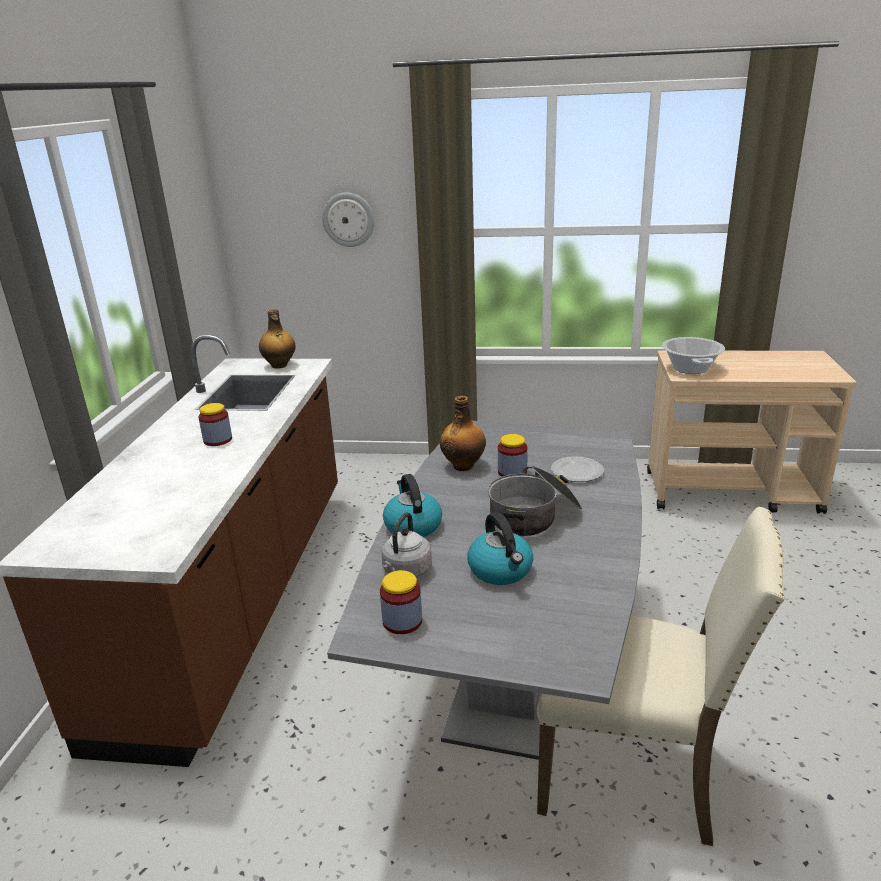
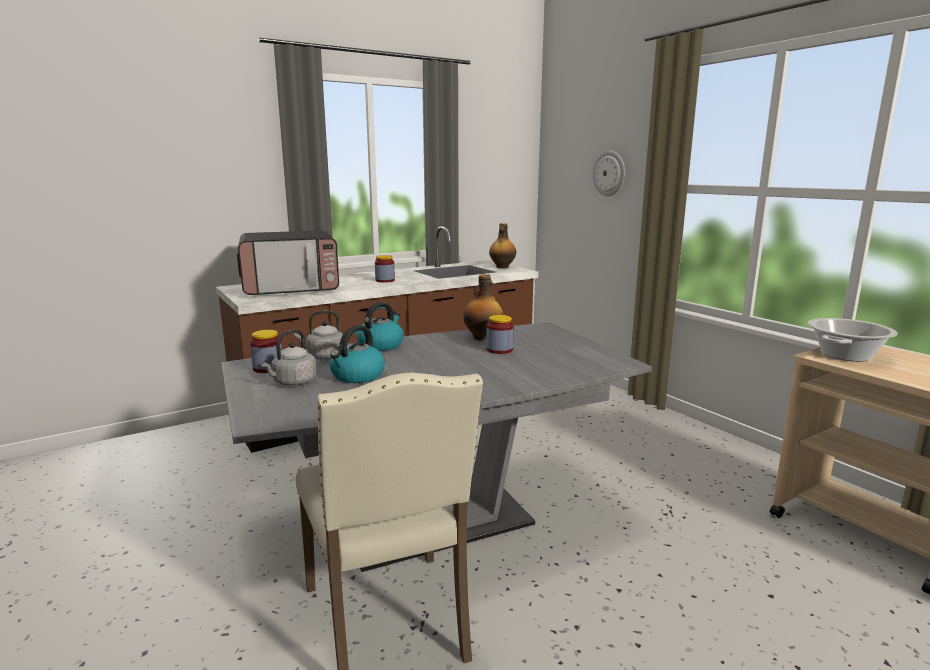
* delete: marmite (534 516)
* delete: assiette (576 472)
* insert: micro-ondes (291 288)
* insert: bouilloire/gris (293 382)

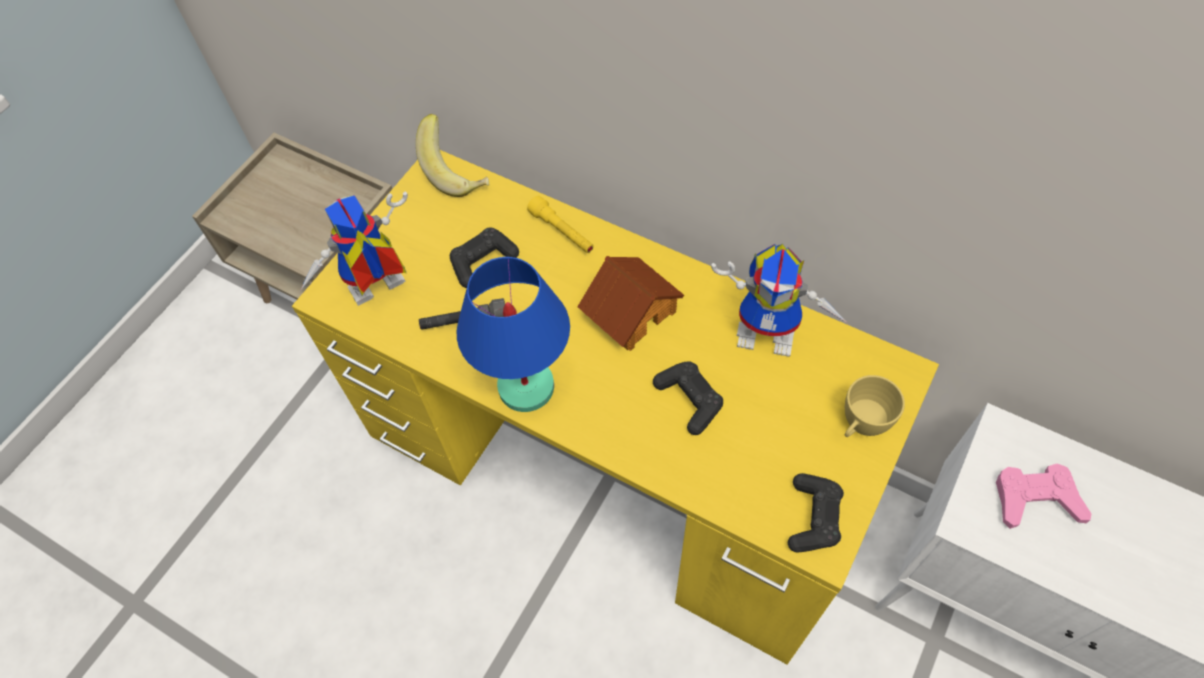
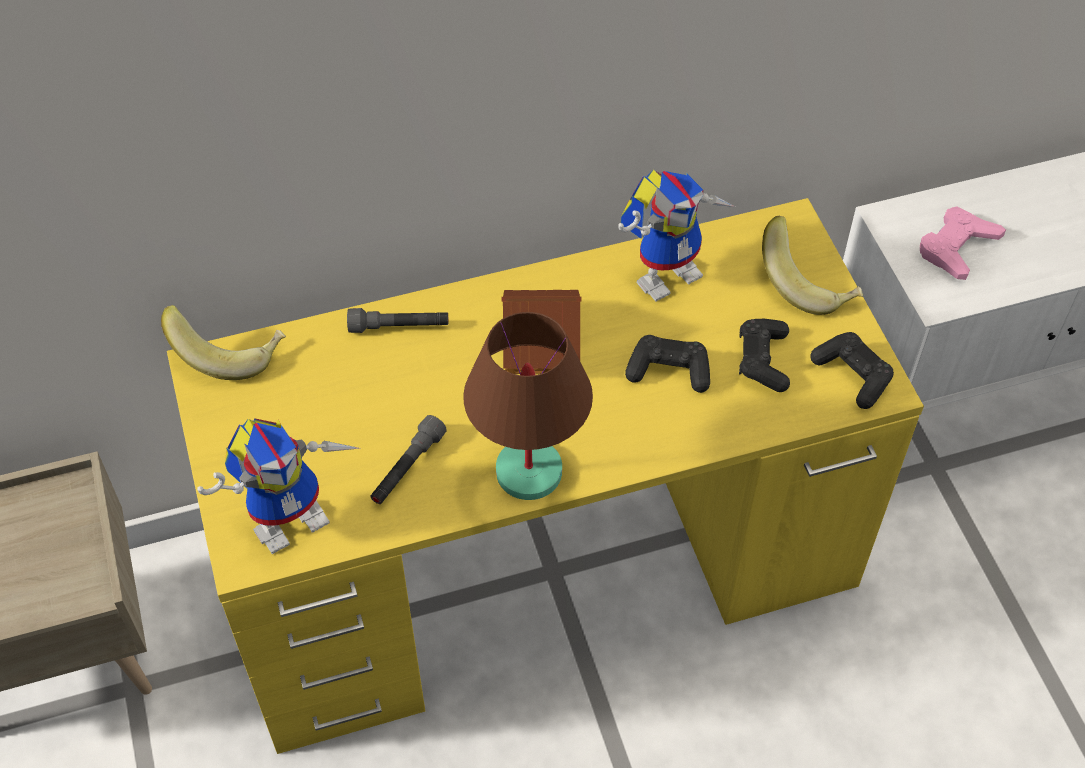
* rotate: robot jouet (376 294) = (292 515) 135 degrees counterclockwise
* move: manette/noir (483 262) to (763 360)
* recolor: lampe de table/bleu (527 386) to lampe de table/marron (529 470)
* recolor: lampe de poche/jaune (562 232) to lampe de poche/gris (399 327)
* replace: tasse/jaune (861 425) to banane (808 284)

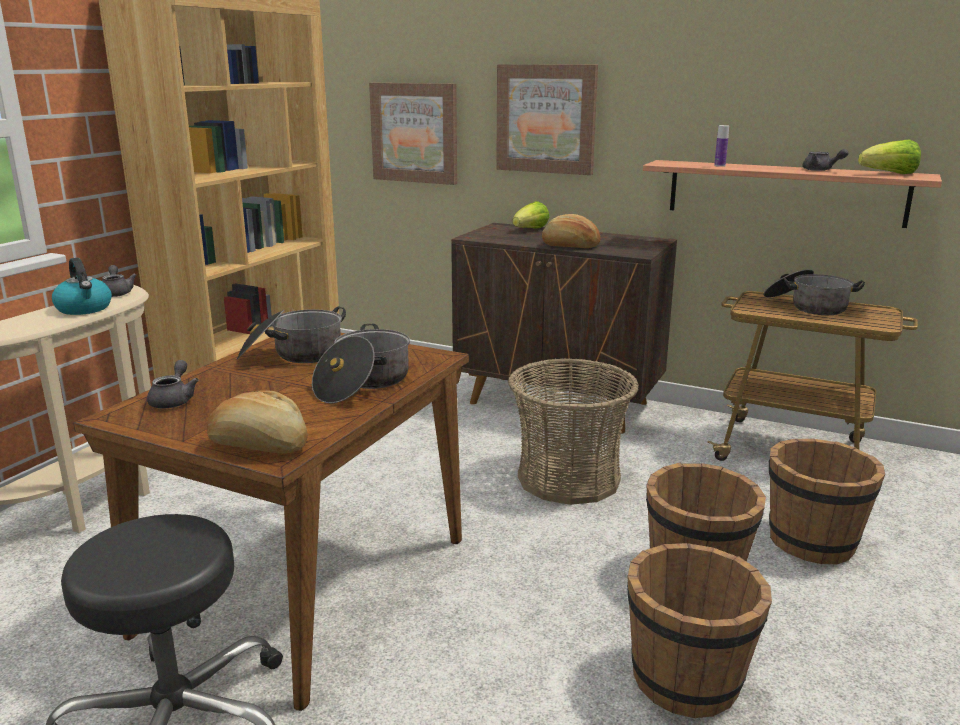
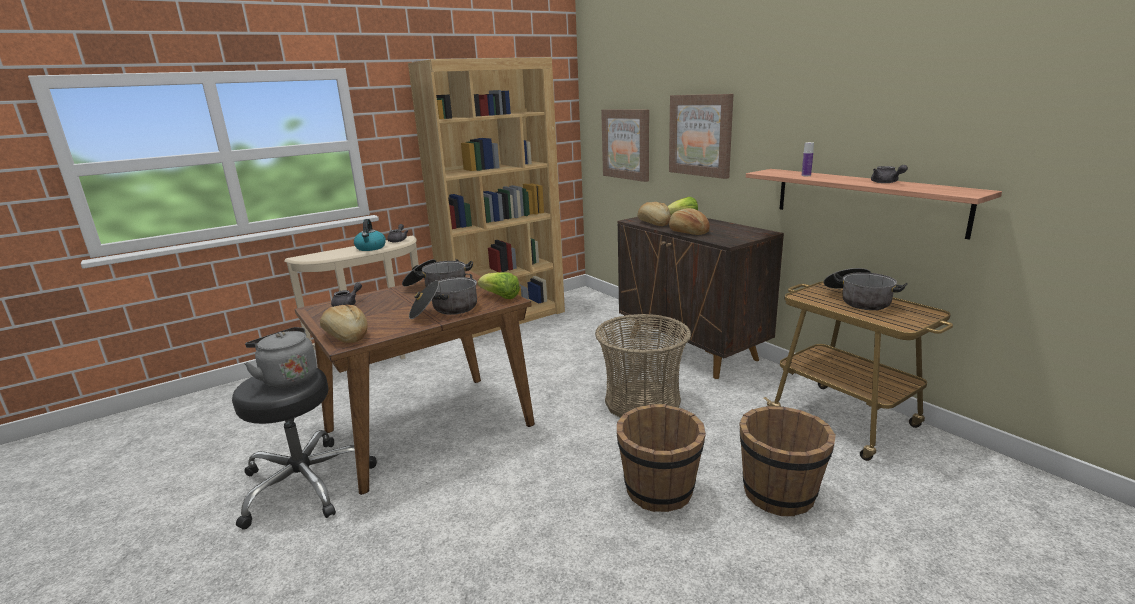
* delete: seau/marron (687 679)
* move: laitue (890 174) to (500 297)
* insert: bouilloire/gris (288 378)
* insert: pain (653 223)

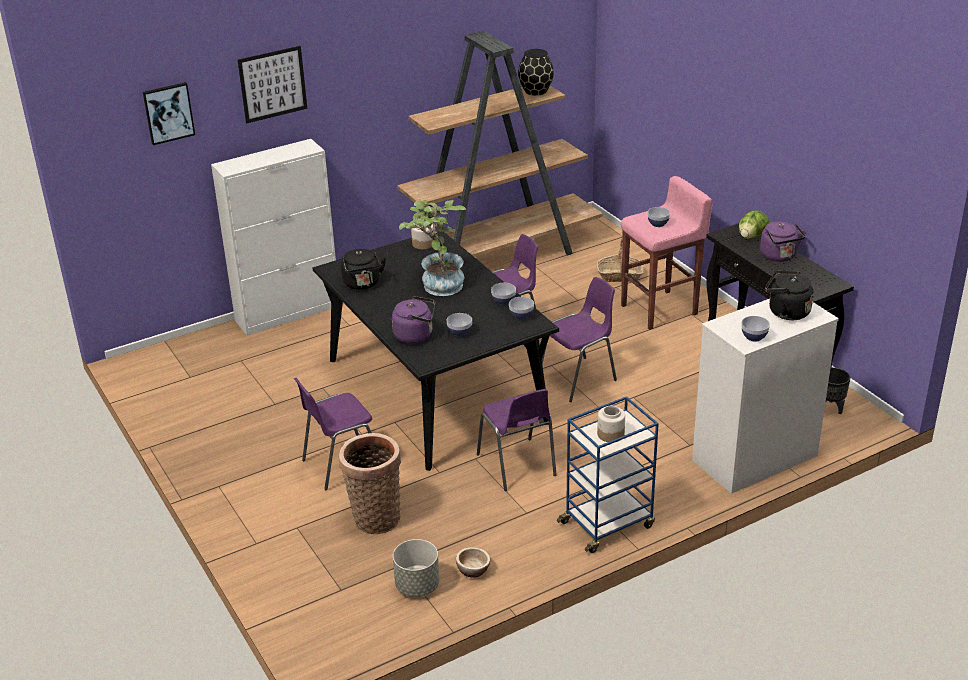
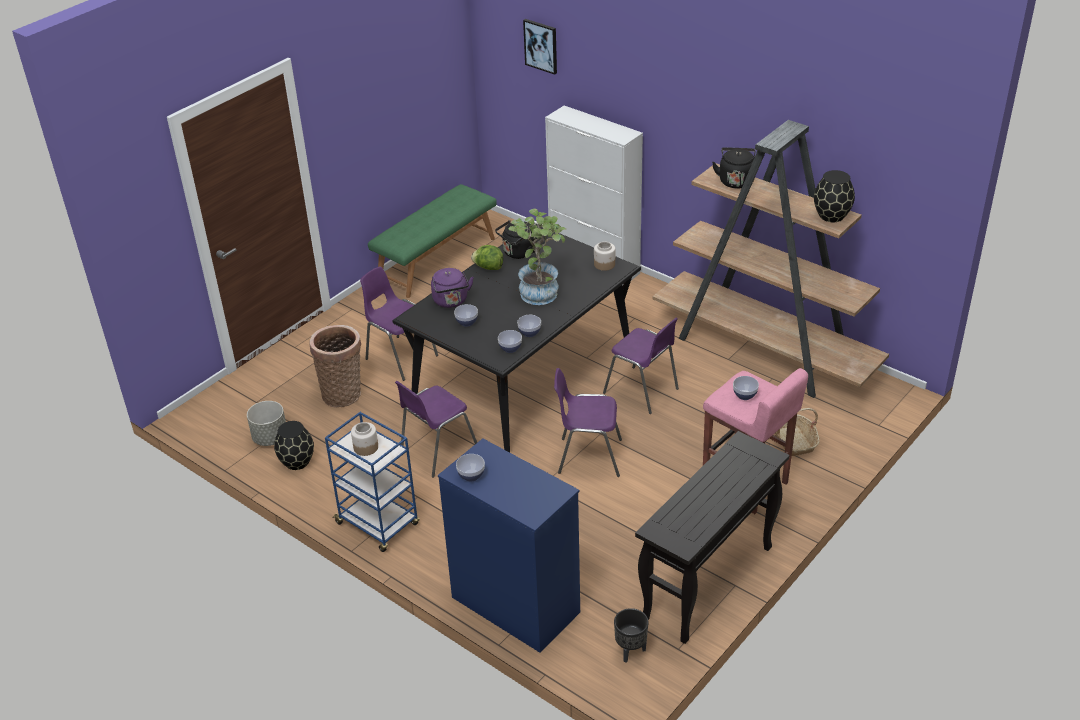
* delete: tableau (272 84)
* replace: bol (473 570) to vase/noir (297 461)
* rotate: chaise/violet (579 378) = (588 456) 150 degrees clockwise
* recolor: commode/blanc (754 458) to commode/bleu (514 604)
* move: laitue (751 236) to (488 267)
* delete: bouilloire/violet (779 256)
* move: bouilloire/noir (786 312) to (736 180)
* insert: banc/vert (436 260)

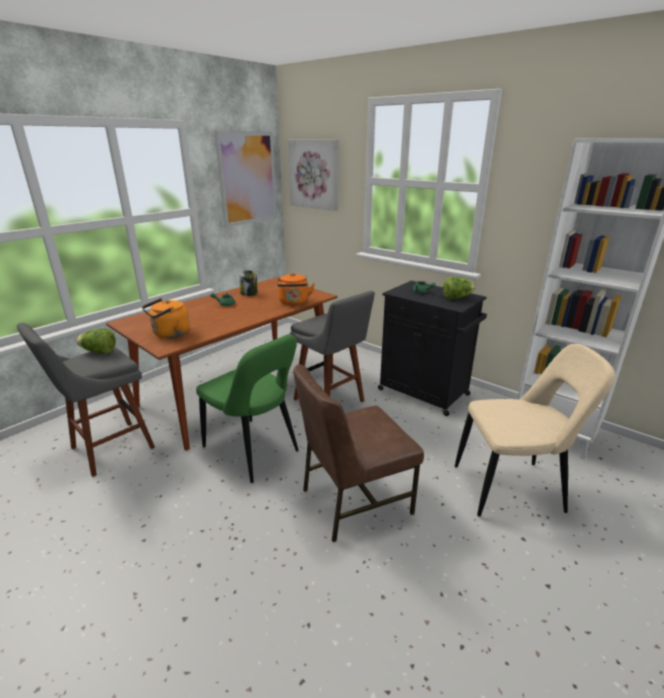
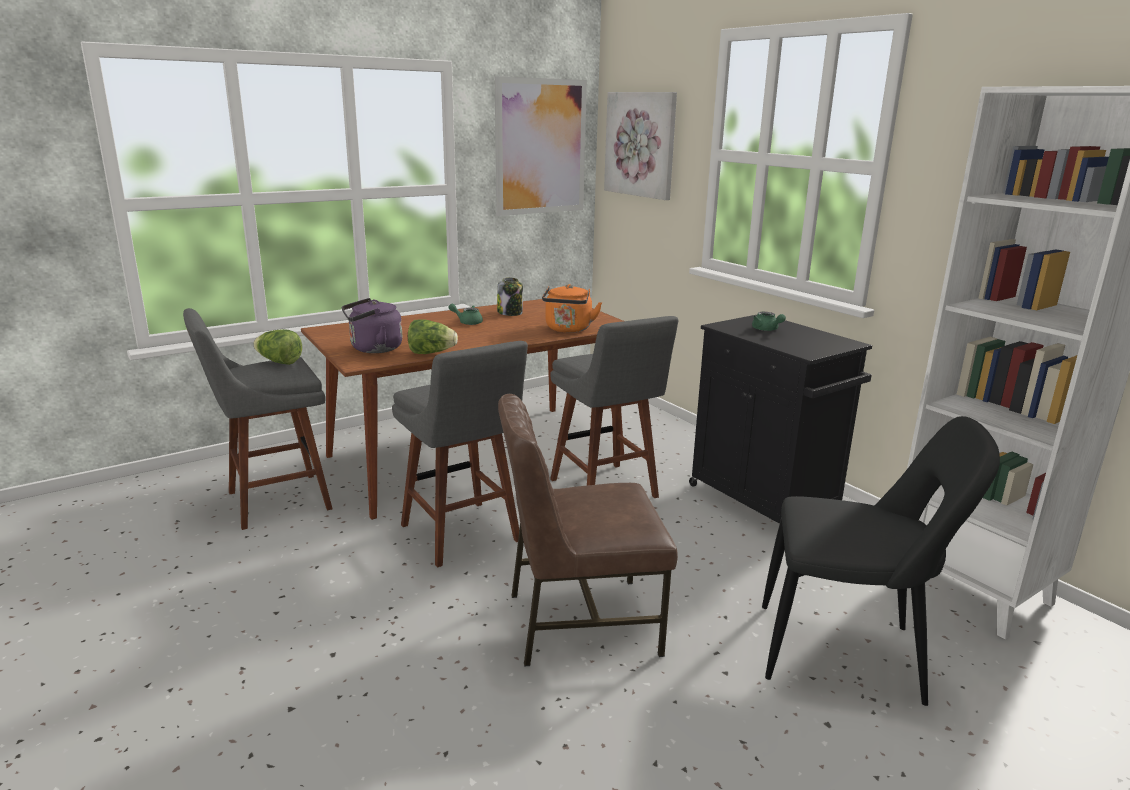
* recolor: bouilloire/orange (169 334) to bouilloire/violet (373 349)
* replace: chaise/vert (254 451) to tabouret/gris (463 536)
* move: laitue (457 298) to (431 353)
* recolor: chaise/beige (513 488) to chaise/noir (848 655)

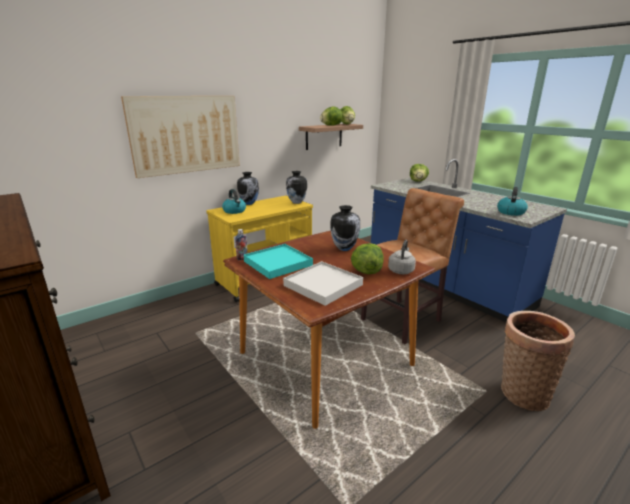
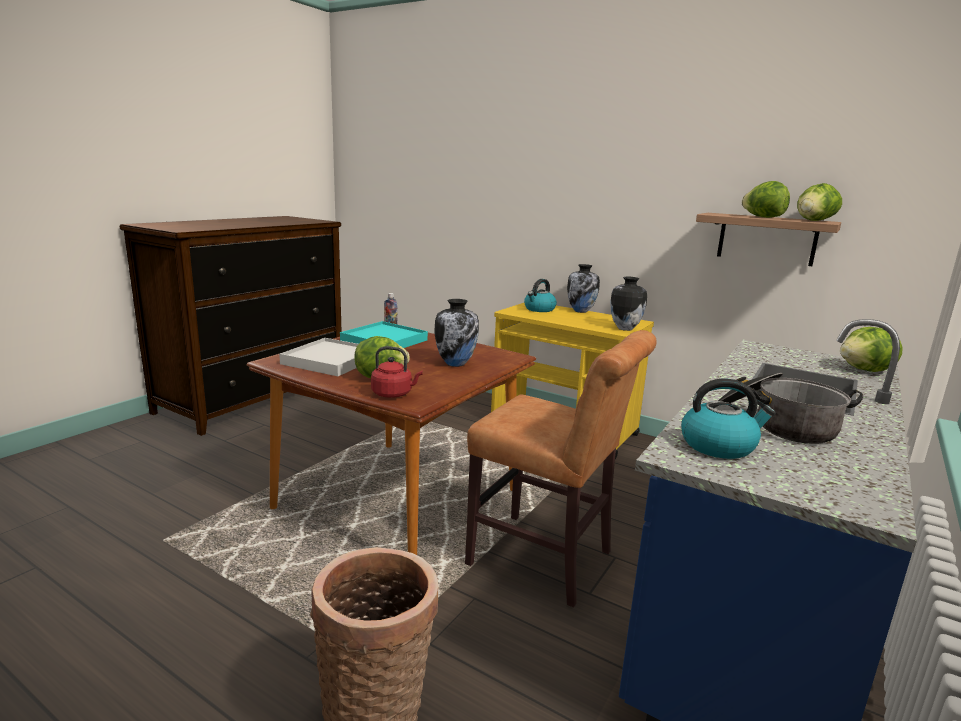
* delete: tableau (186 134)
* recolor: bouilloire/gris (401 270) to bouilloire/rouge (394 394)
* insert: marmite (776 425)

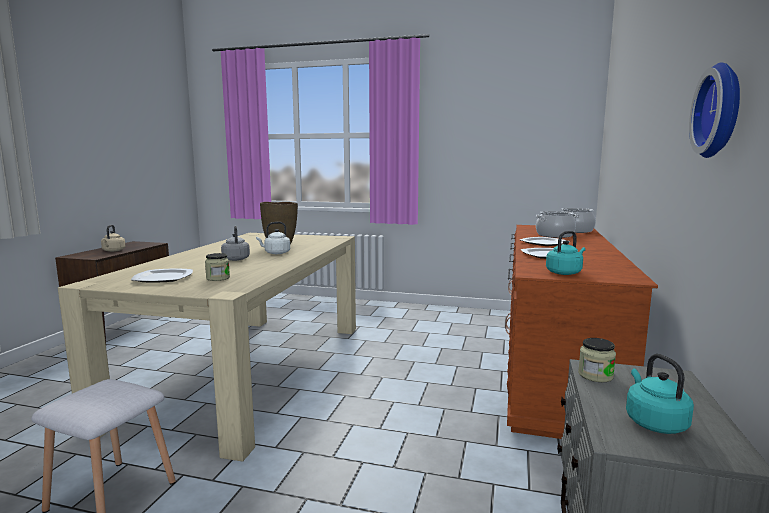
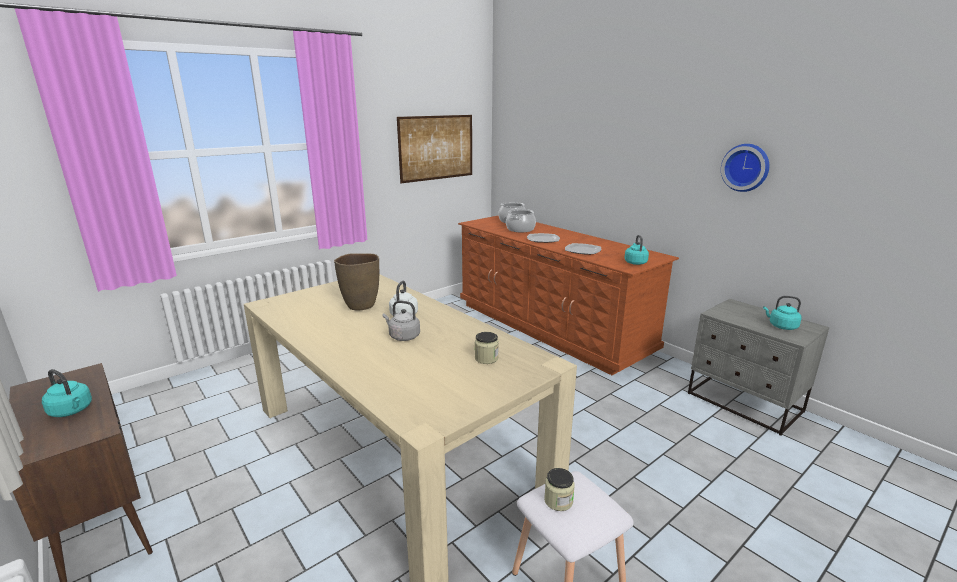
* recolor: bouilloire/beige (113 251) to bouilloire/turquoise (72 411)
* delete: assiette (163 277)
* move: bocal (595 375) to (558 501)
* insert: tableau (436 147)

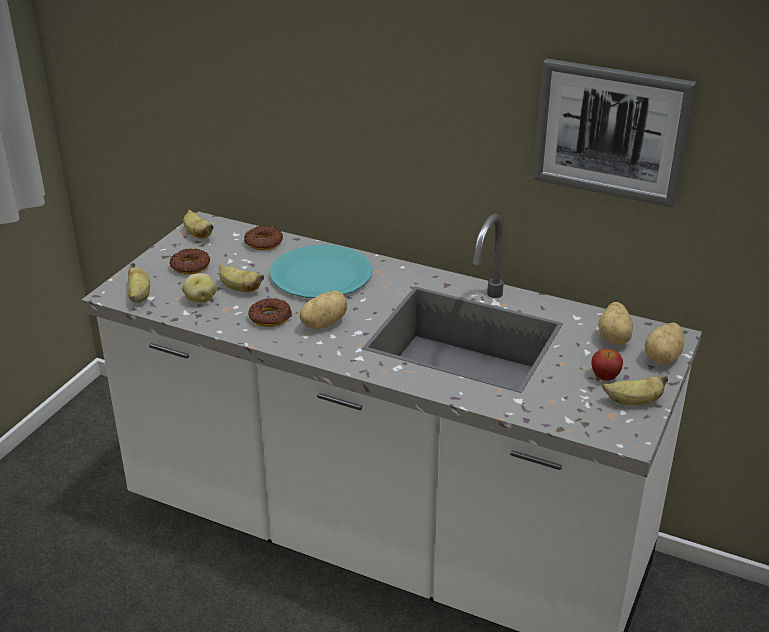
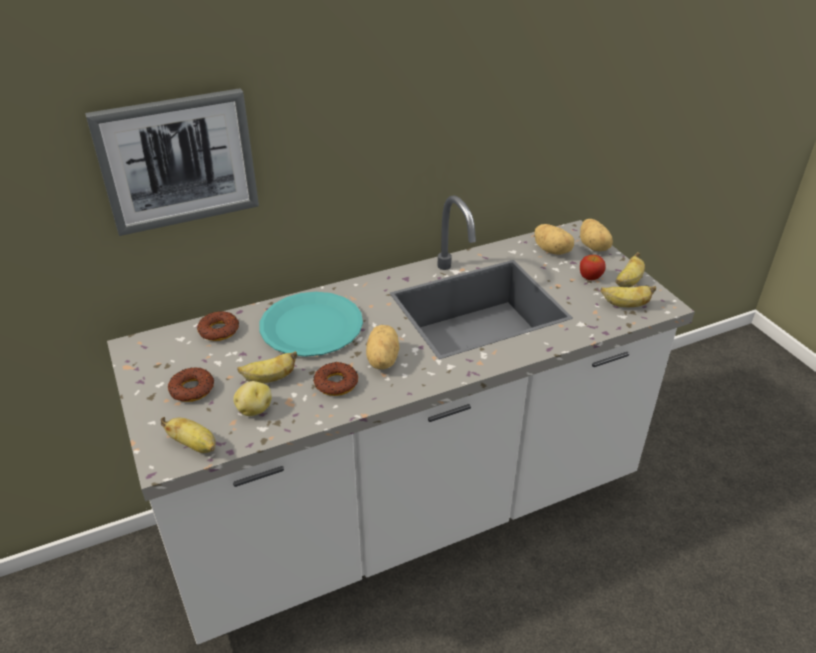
* move: banane (197 234) to (625 305)
* move: tableau (611 131) to (177 161)

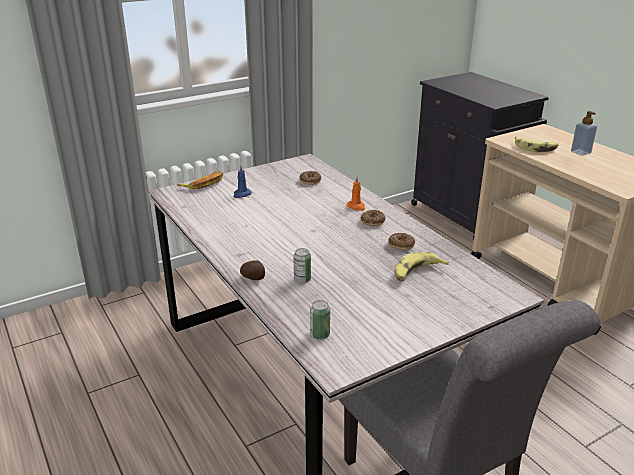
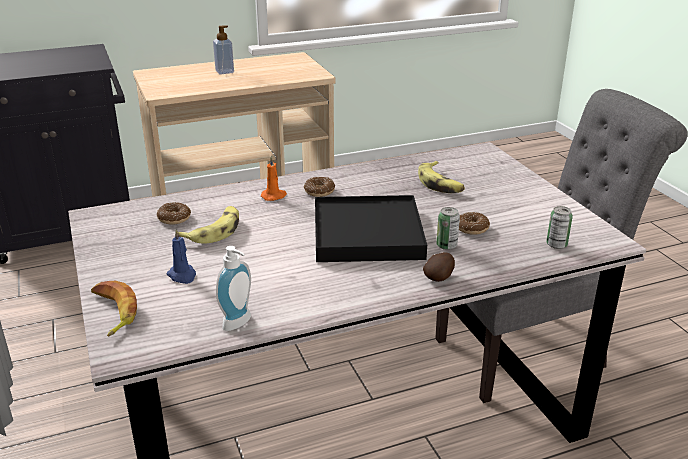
* move: beignet (401 245) to (471 228)
* move: banane (535 148) to (214 231)
* insert: distributeur de savon (240 324)
* insert: plateau/noir (367 234)

